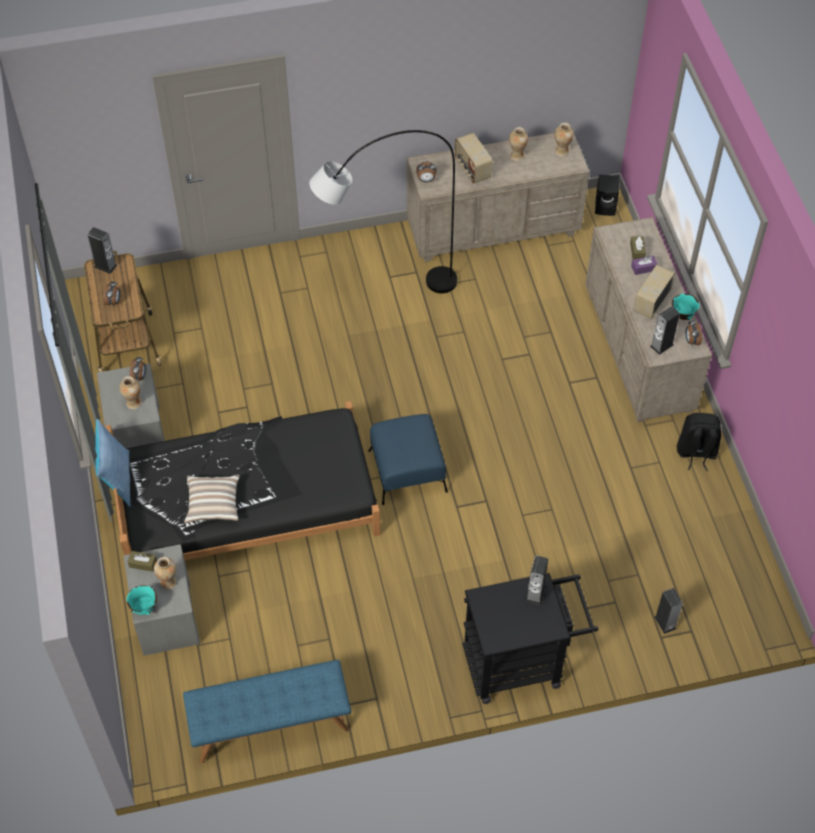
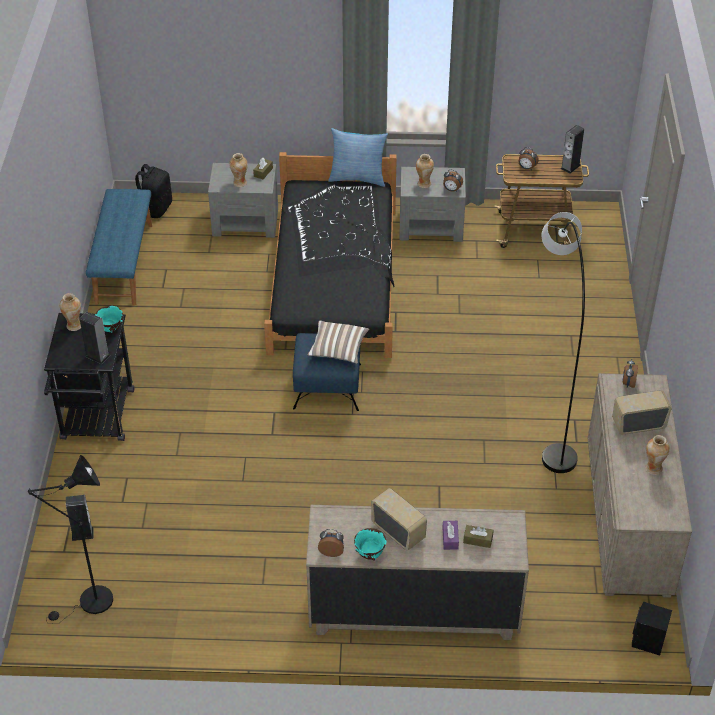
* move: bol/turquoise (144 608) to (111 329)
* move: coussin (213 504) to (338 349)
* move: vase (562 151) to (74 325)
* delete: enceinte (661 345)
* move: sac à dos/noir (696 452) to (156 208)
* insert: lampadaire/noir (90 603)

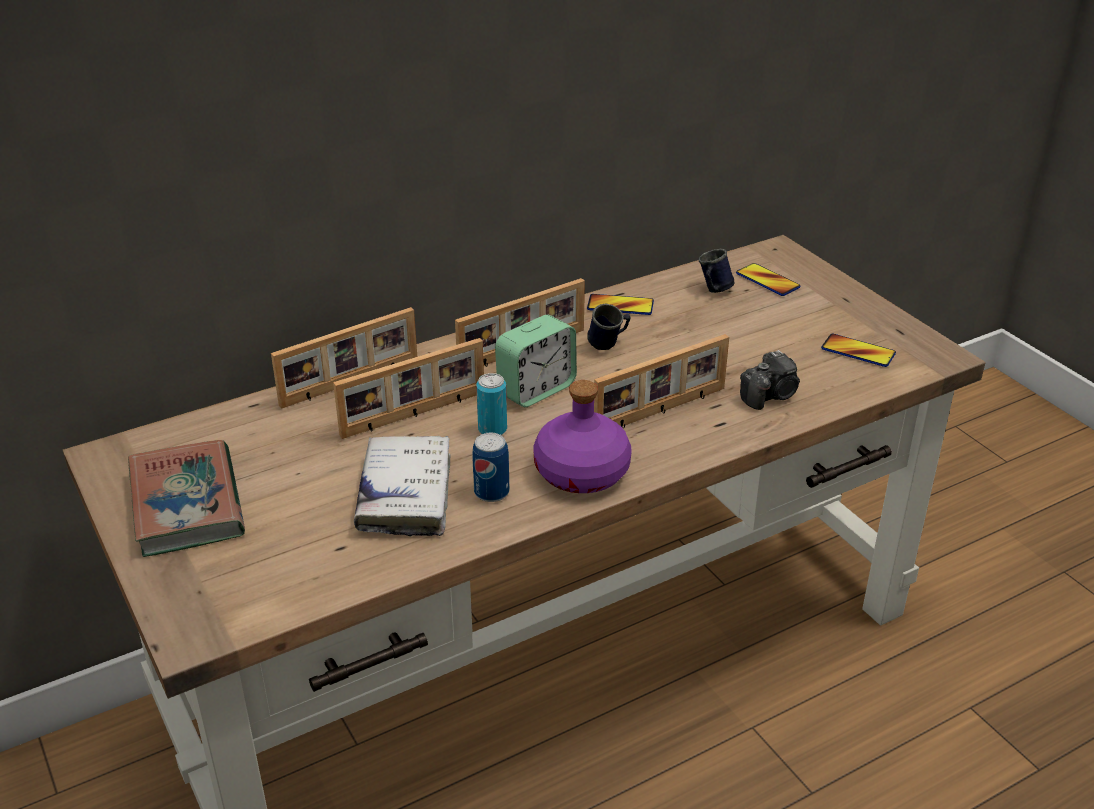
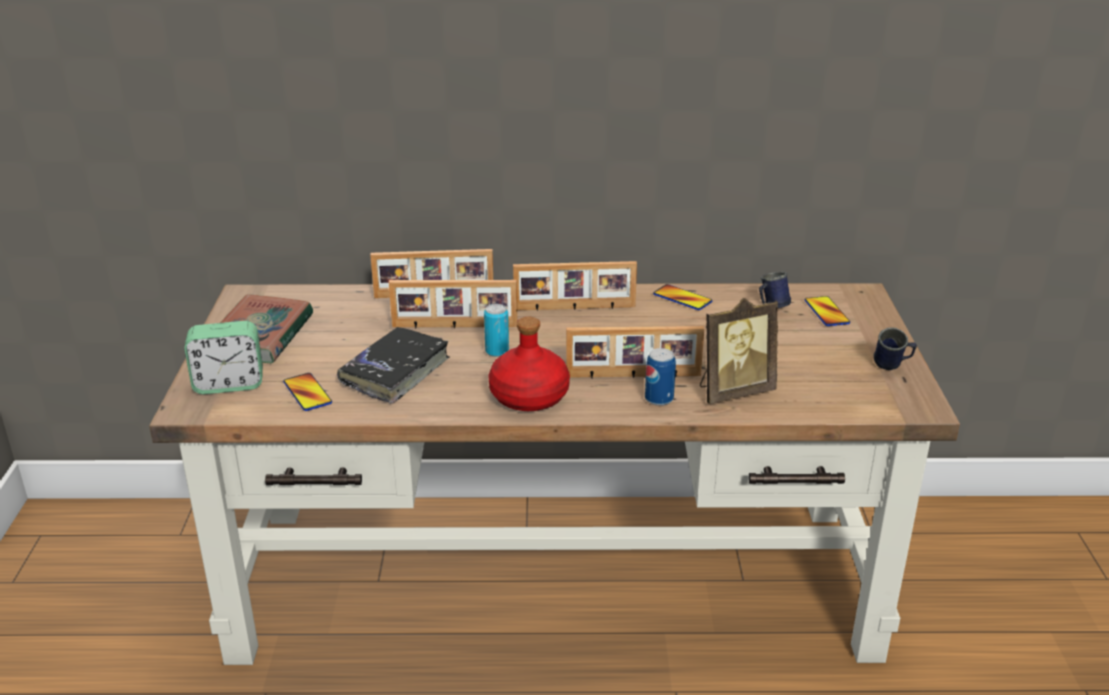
* recolor: livre/blanc (405 495) to livre/noir (395 373)
* move: boîte métallique (491 492) to (659 399)
* move: réveil (536 390) to (229 384)
* recolor: bouteille/violet (581 473) to bouteille/rouge (528 397)
* move: mug/bleu (609 345) to (892 367)
* replace: appareil photo (770 395) to cadre photo (733 391)
* move: téléphone (858 352) to (307 393)

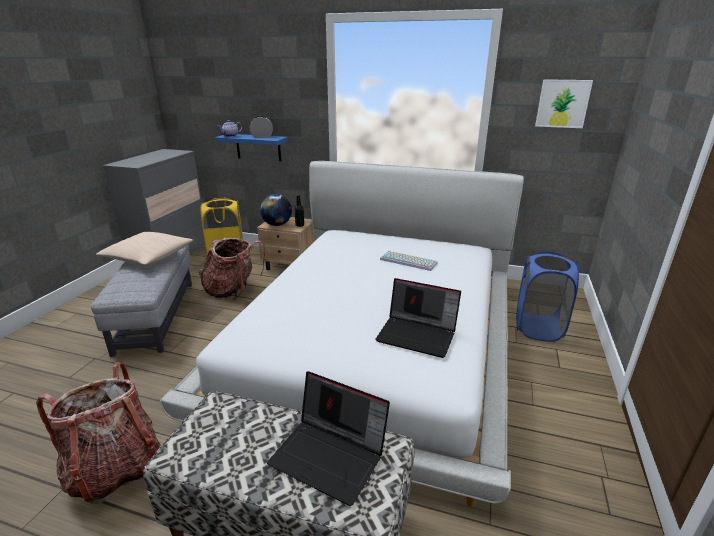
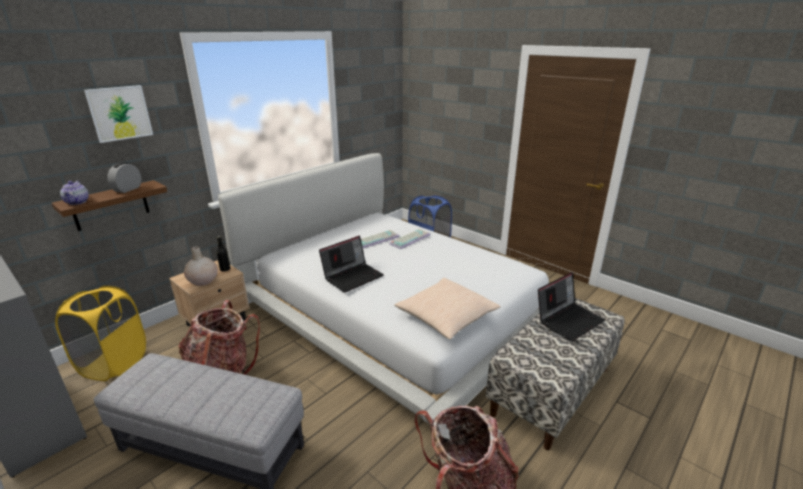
* move: coussin/beige (148 257) to (446 316)
* recolor: étagère/bleu (258 147) to étagère/marron (110 206)
* replace: globe (277 225) to vase/beige (203 281)
* move: ordinateur portable (418 335) to (353 276)
* move: tableau (562 103) to (120 113)
* insert: clavier (410 239)

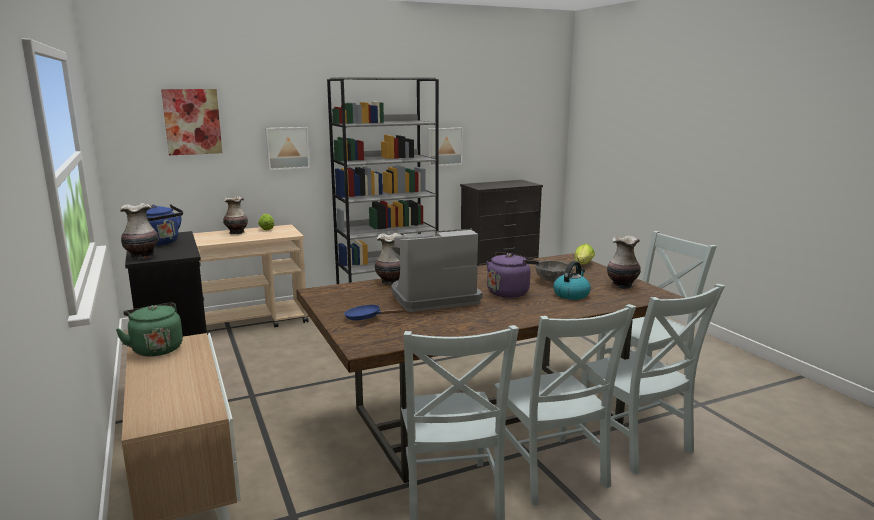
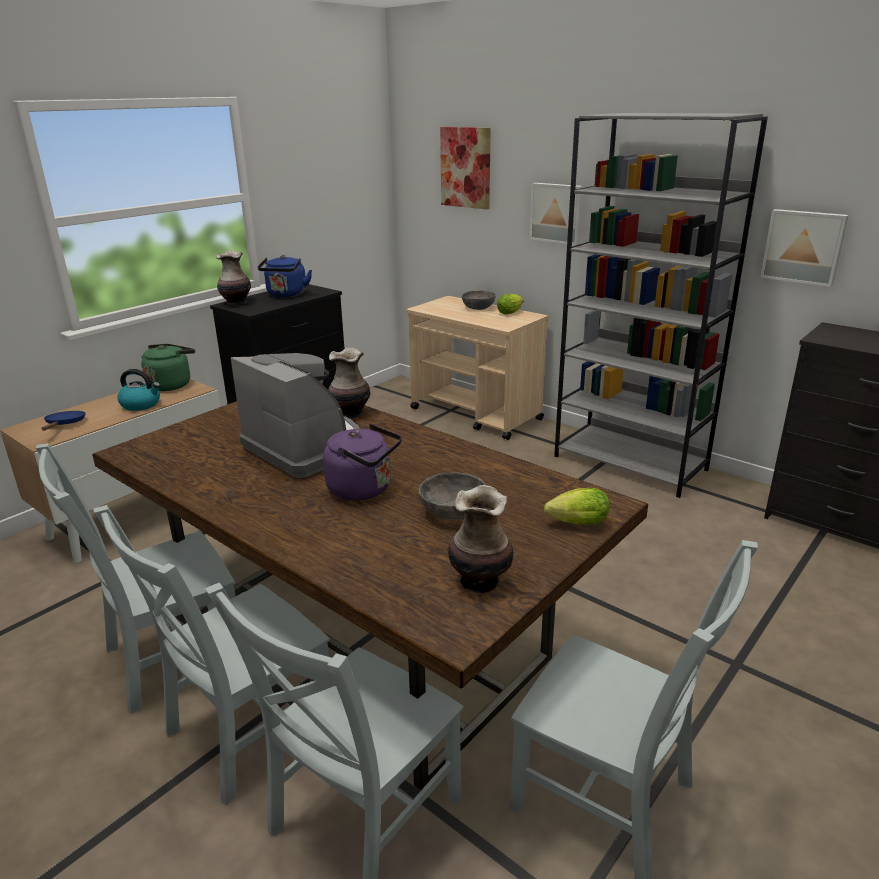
* replace: vase (237 232) to bol/gris (478 308)
* move: poêle/bleu (366 318) to (65 424)
* move: bouilloire (571 294) to (141 404)

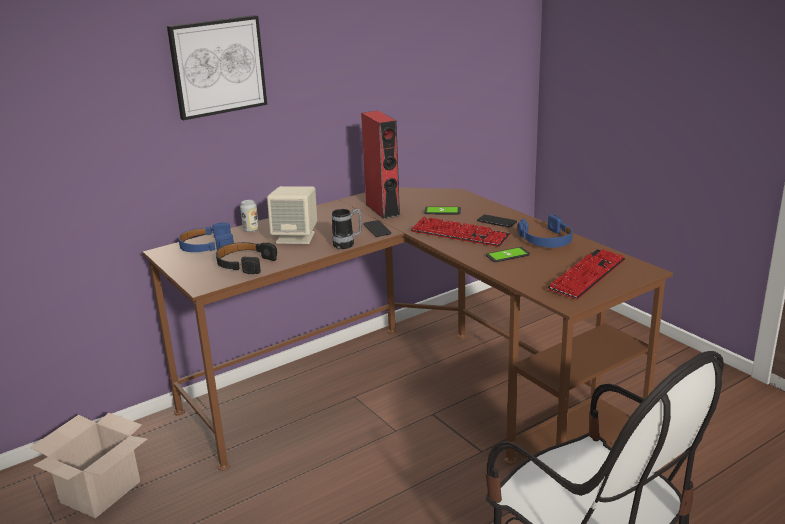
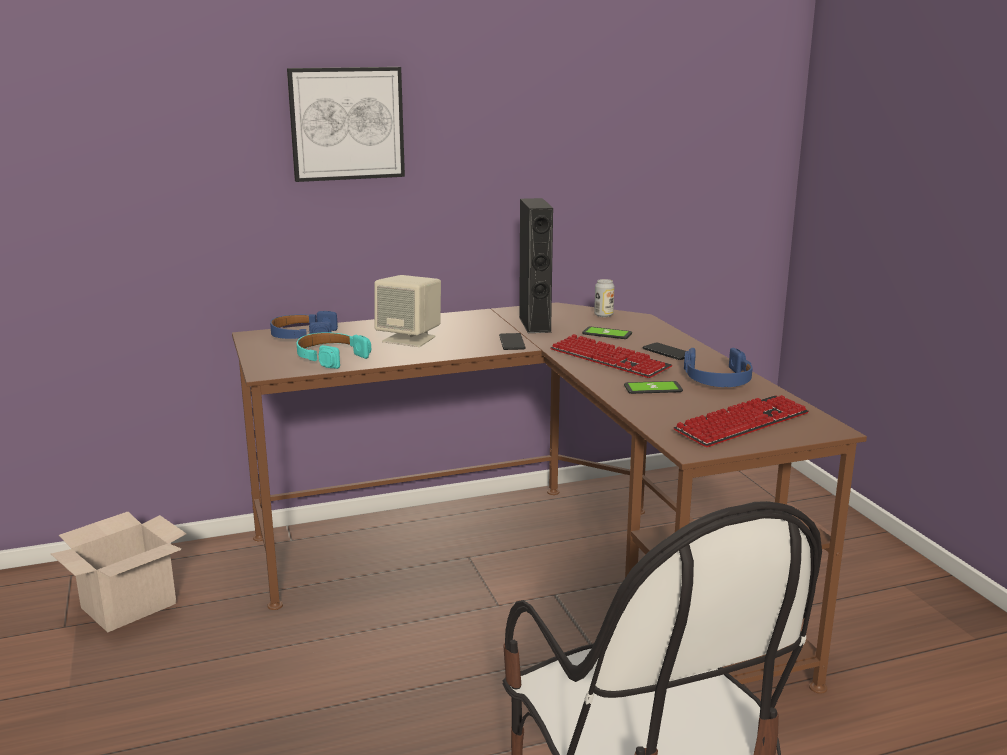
* recolor: casque audio/noir (244 264) to casque audio/turquoise (330 357)
* move: boîte métallique (251 229) to (603 315)
* delete: mug (347 244)
* recolor: enceinte/rouge (382 210) to enceinte/noir (534 324)

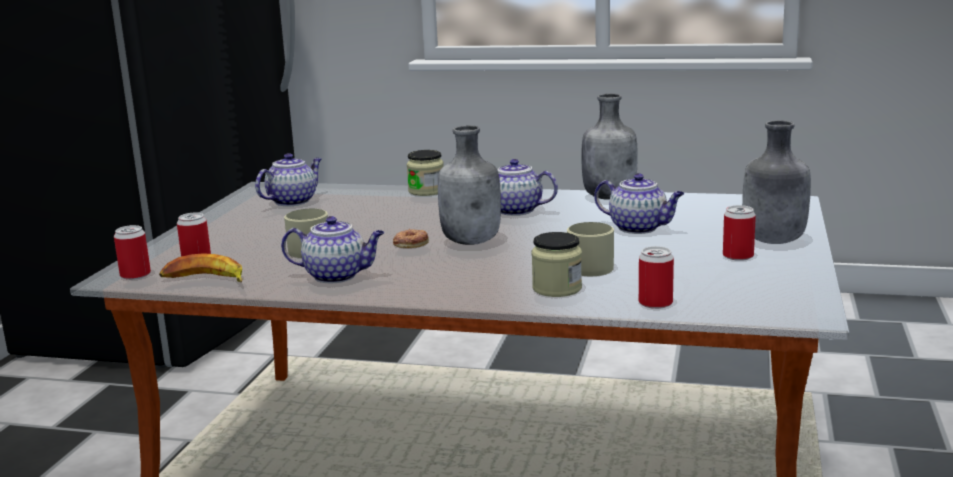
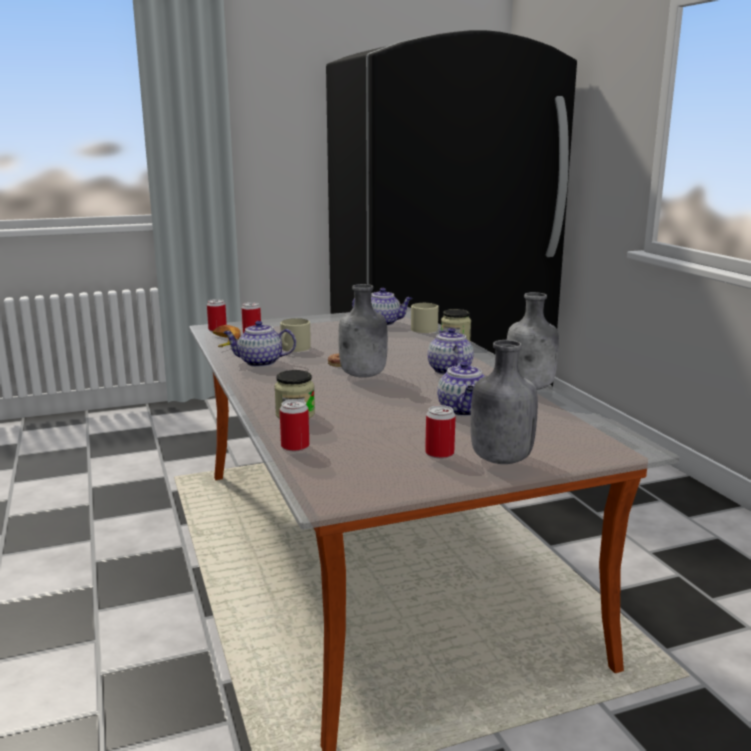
* rotate: théière (337 276) = (259 362) 120 degrees clockwise
* move: mug/beige (586 266) to (425 328)

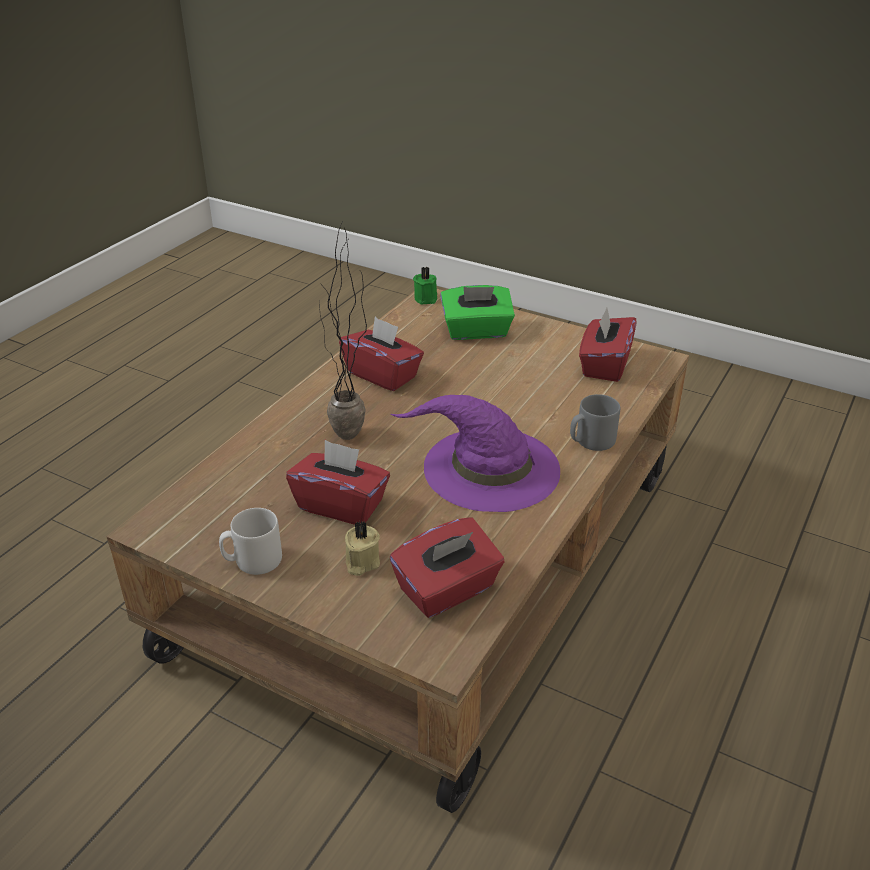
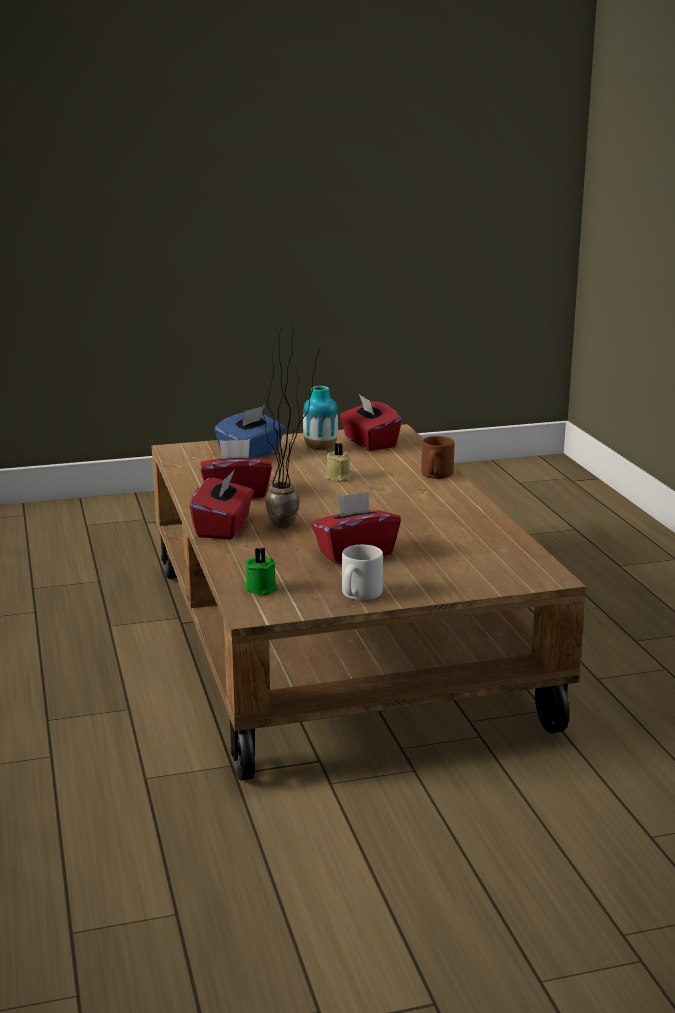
* move: bougie/beige (361 562) to (338 477)
* move: boîte à mouchoirs/rouge (447 590) to (224 528)
* delete: chapeau/violet (489 468)
* move: bougie/vert (426 298) to (261 588)
* recolor: boîte à mouchoirs/vert (476 331) to boîte à mouchoirs/bleu (251 454)
* recolor: mug/gris (591 441) to mug/marron (435 475)
* insert: vase (320 448)

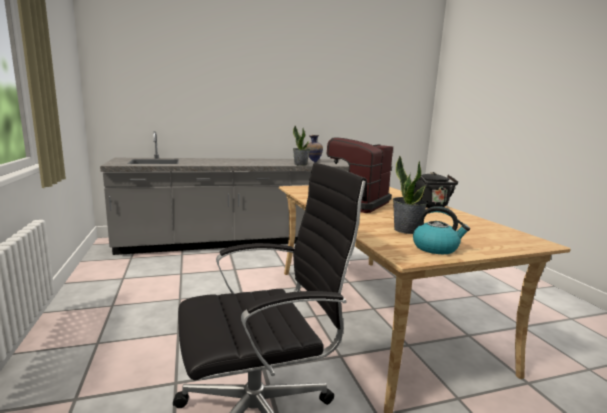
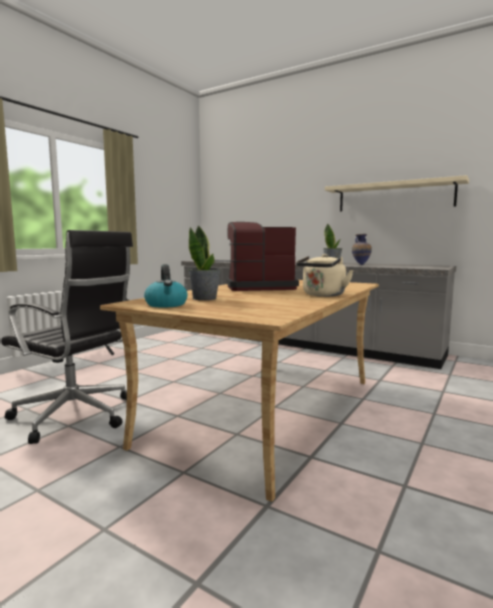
* recolor: bouilloire/noir (431 206) to bouilloire/beige (322 295)
* insert: étagère/beige (394 196)

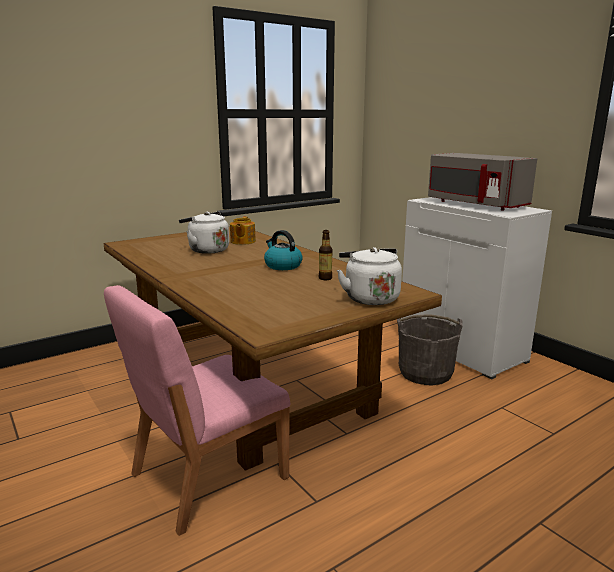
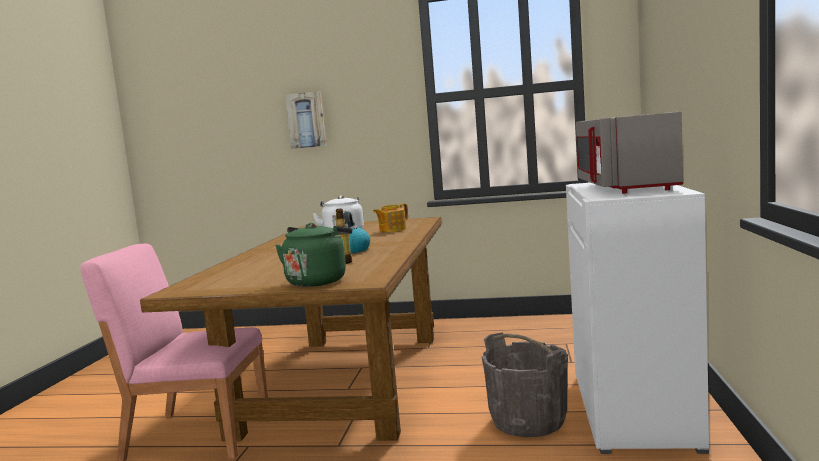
* recolor: bouilloire/blanc (369 298) to bouilloire/vert (318 281)
* insert: tableau (306 120)

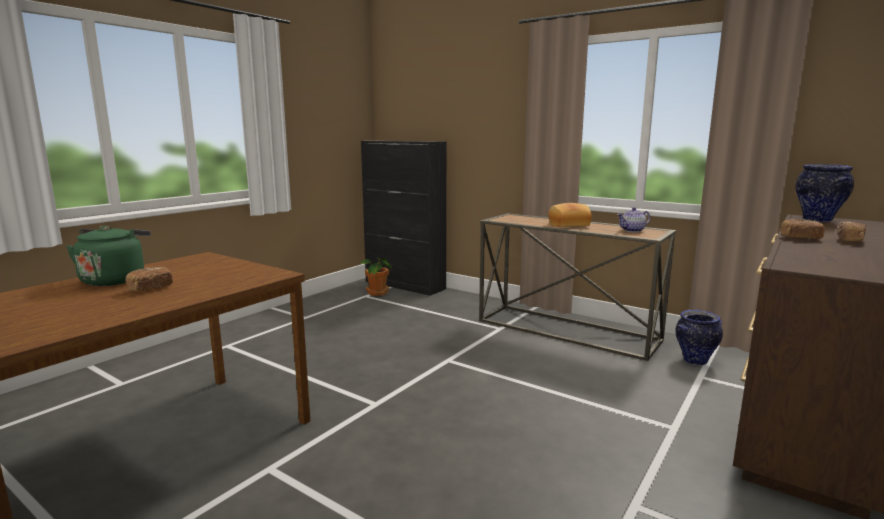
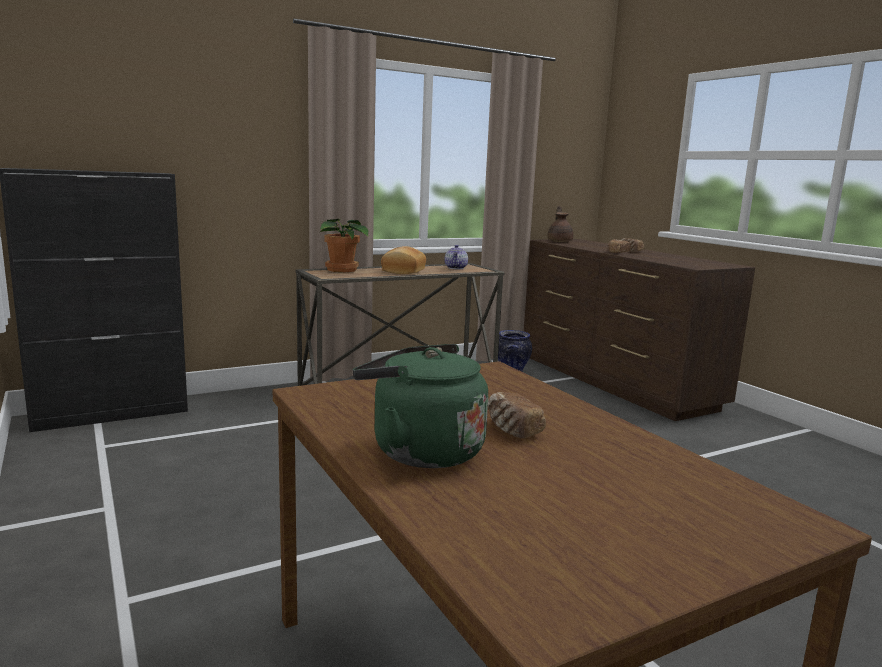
* move: plante en pot (377 293) to (342 270)
* replace: vase (818 220) to théière/marron (560 241)

